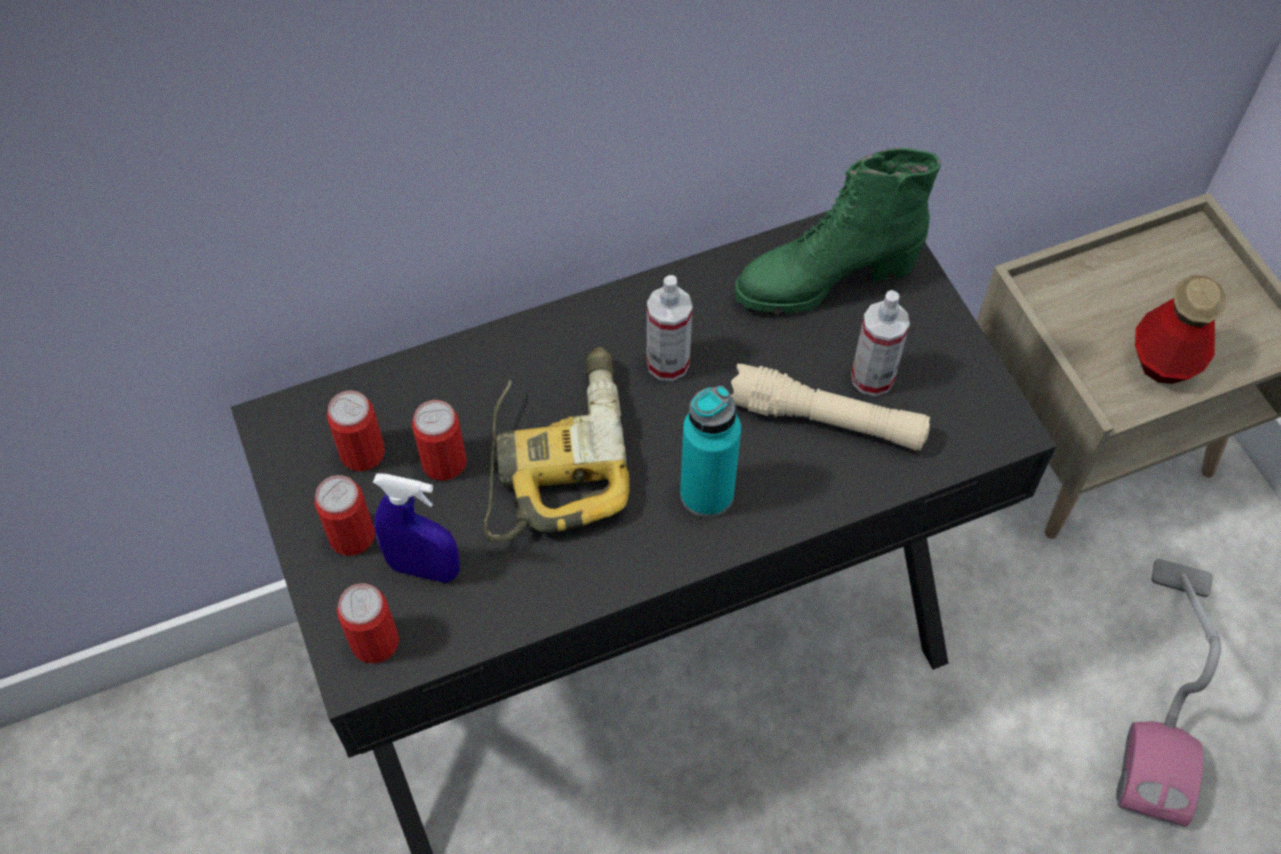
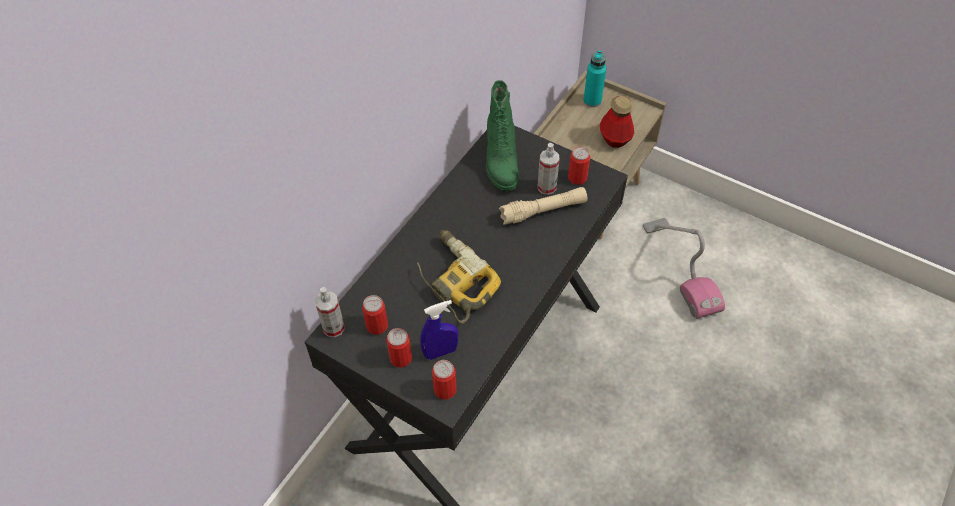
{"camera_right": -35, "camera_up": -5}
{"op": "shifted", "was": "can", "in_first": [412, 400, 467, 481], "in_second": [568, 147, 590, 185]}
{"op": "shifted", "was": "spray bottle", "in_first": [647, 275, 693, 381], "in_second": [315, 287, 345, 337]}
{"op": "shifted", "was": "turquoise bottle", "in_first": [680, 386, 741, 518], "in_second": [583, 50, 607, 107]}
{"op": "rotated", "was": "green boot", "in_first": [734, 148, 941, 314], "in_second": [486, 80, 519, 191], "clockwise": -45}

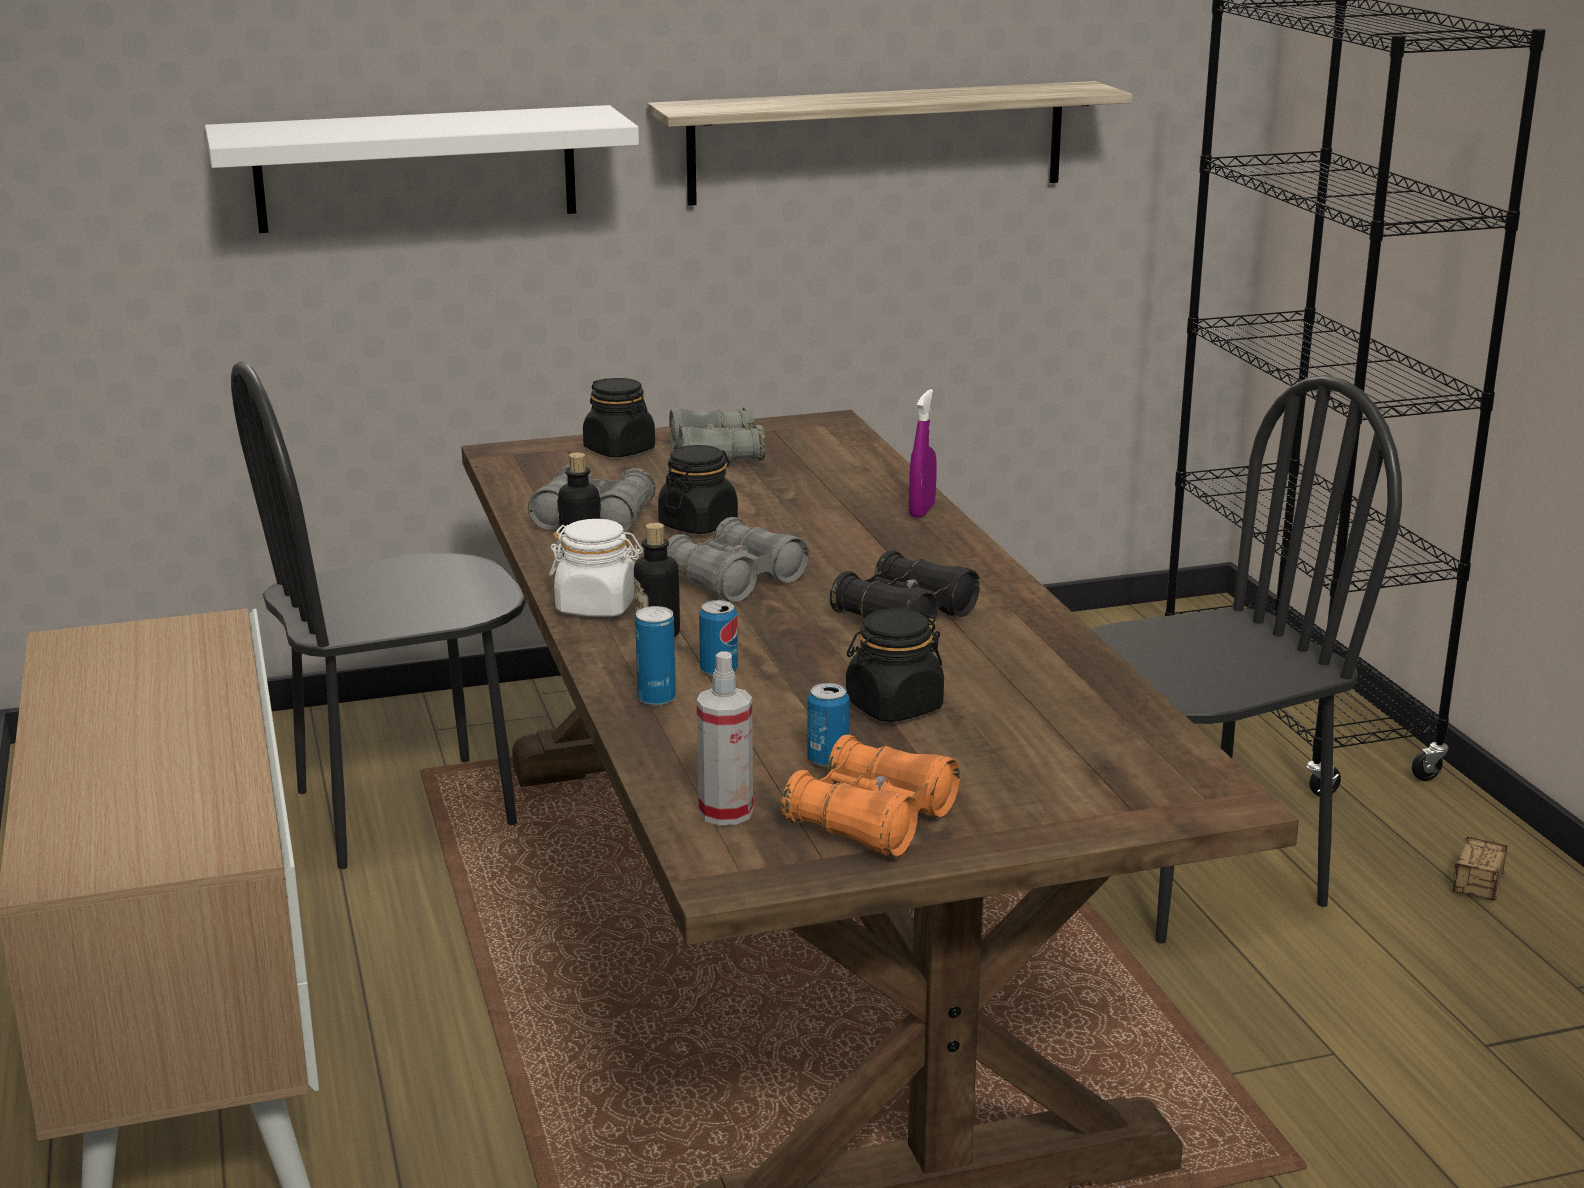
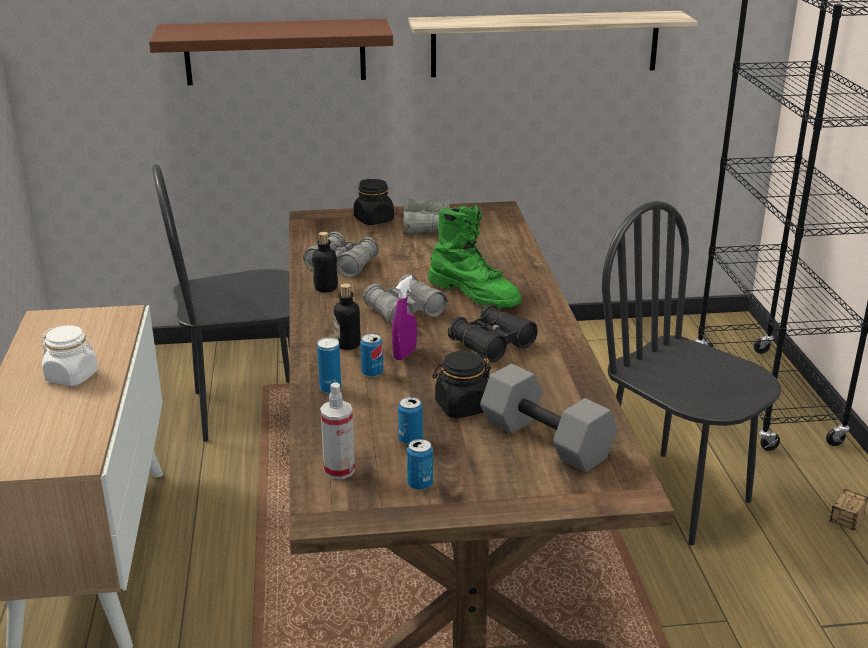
{"camera_right": 10, "camera_up": 5}
{"op": "repainted", "was": "white shelf", "now": "brown shelf", "in_first": [205, 105, 639, 233], "in_second": [149, 19, 393, 85]}
{"op": "shifted", "was": "white jar", "in_first": [549, 519, 643, 617], "in_second": [42, 325, 98, 386]}
{"op": "gone", "was": "black jar", "in_first": [658, 445, 738, 534]}
{"op": "swapped", "was": "orange binoculars", "now": "can", "in_first": [782, 735, 960, 857], "in_second": [407, 439, 433, 490]}
{"op": "shifted", "was": "purple spray bottle", "in_first": [909, 389, 937, 518], "in_second": [392, 276, 417, 360]}
{"op": "rotated", "was": "black chair", "in_first": [1091, 375, 1402, 943], "in_second": [602, 201, 781, 545], "clockwise": -120}
{"op": "new", "now": "green boot", "in_second": [428, 205, 521, 308]}
{"op": "new", "now": "grey dumbbell", "in_second": [480, 364, 618, 473]}

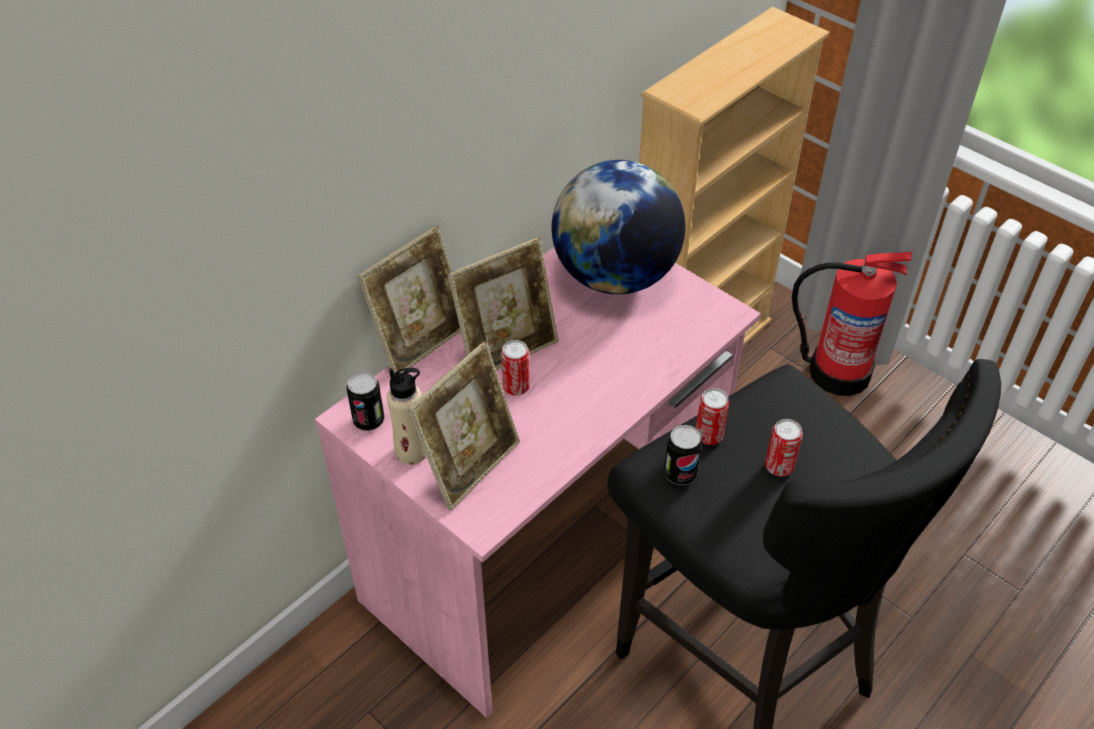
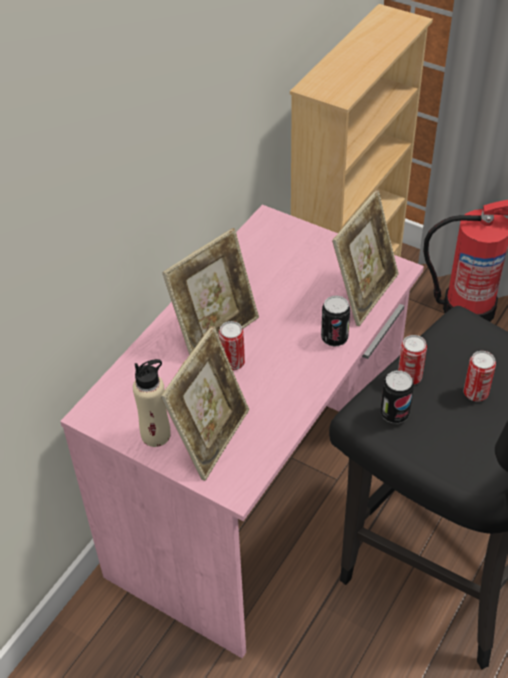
{"camera_right": -10, "camera_up": 0}
{"op": "shifted", "was": "can", "in_first": [346, 372, 385, 431], "in_second": [321, 296, 350, 346]}
{"op": "shifted", "was": "picture frame", "in_first": [357, 226, 461, 373], "in_second": [332, 190, 399, 326]}
{"op": "gone", "was": "globe", "in_first": [552, 160, 686, 294]}

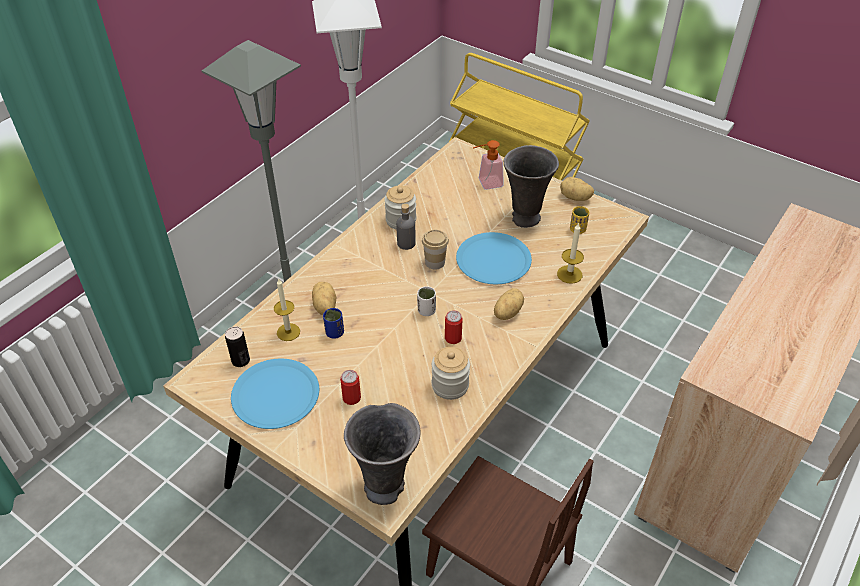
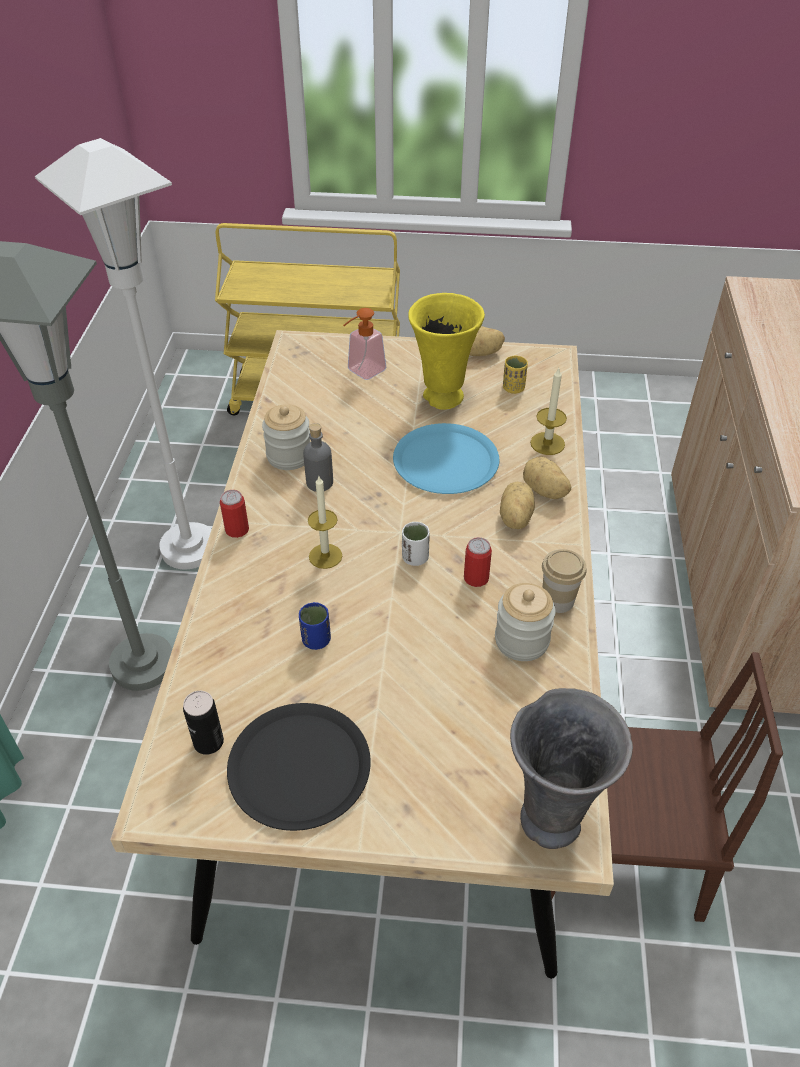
{"camera_right": -30, "camera_up": 0}
{"op": "repainted", "was": "blue plate", "now": "black plate", "in_first": [231, 359, 319, 429], "in_second": [227, 703, 371, 831]}
{"op": "shifted", "was": "candle", "in_first": [274, 279, 300, 341], "in_second": [308, 476, 342, 569]}
{"op": "shifted", "was": "potato", "in_first": [312, 282, 336, 315], "in_second": [523, 457, 571, 499]}
{"op": "shifted", "was": "can", "in_first": [340, 370, 361, 405], "in_second": [220, 490, 249, 538]}
{"op": "shifted", "was": "cup", "in_first": [422, 230, 449, 270], "in_second": [542, 549, 587, 613]}
{"op": "repainted", "was": "grey vase", "now": "yellow vase", "in_first": [504, 145, 559, 228], "in_second": [408, 293, 485, 409]}

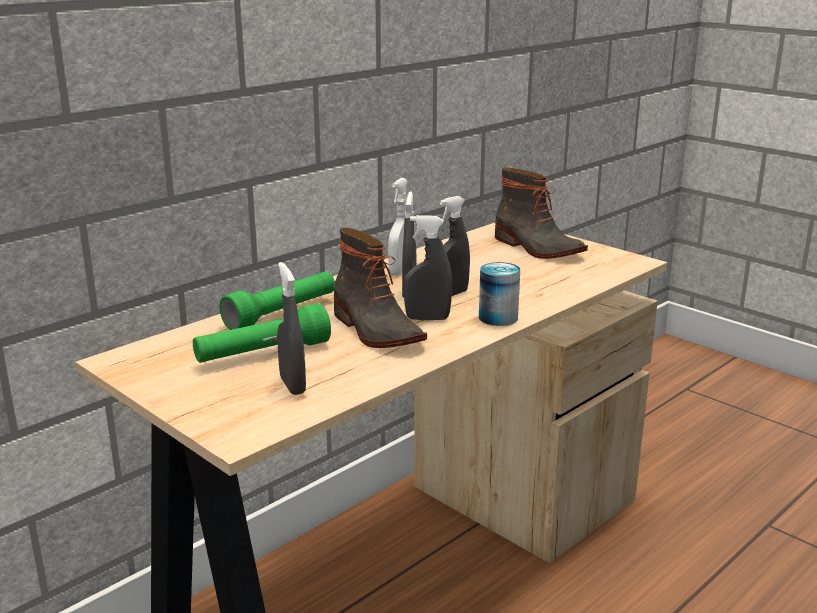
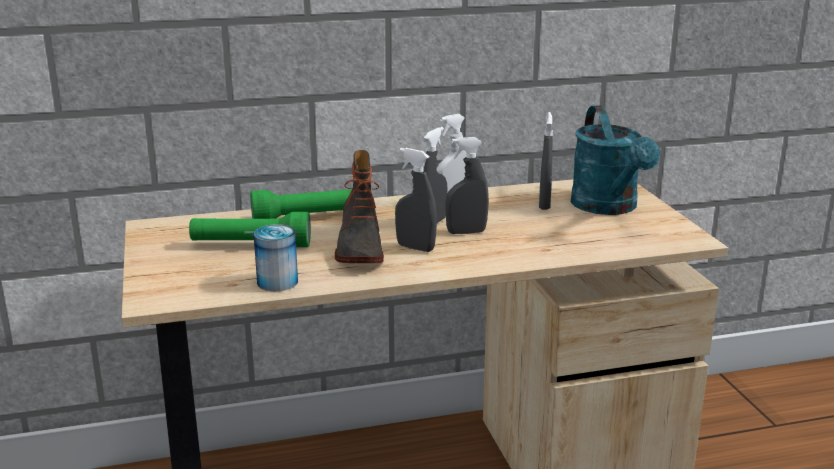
{"camera_right": 30, "camera_up": 0}
{"op": "shifted", "was": "grey spray bottle", "in_first": [277, 262, 306, 395], "in_second": [539, 112, 553, 210]}
{"op": "shifted", "was": "can", "in_first": [479, 262, 520, 326], "in_second": [254, 224, 298, 291]}
{"op": "swapped", "was": "boot", "now": "turquoise watering can", "in_first": [495, 168, 588, 259], "in_second": [571, 105, 660, 215]}

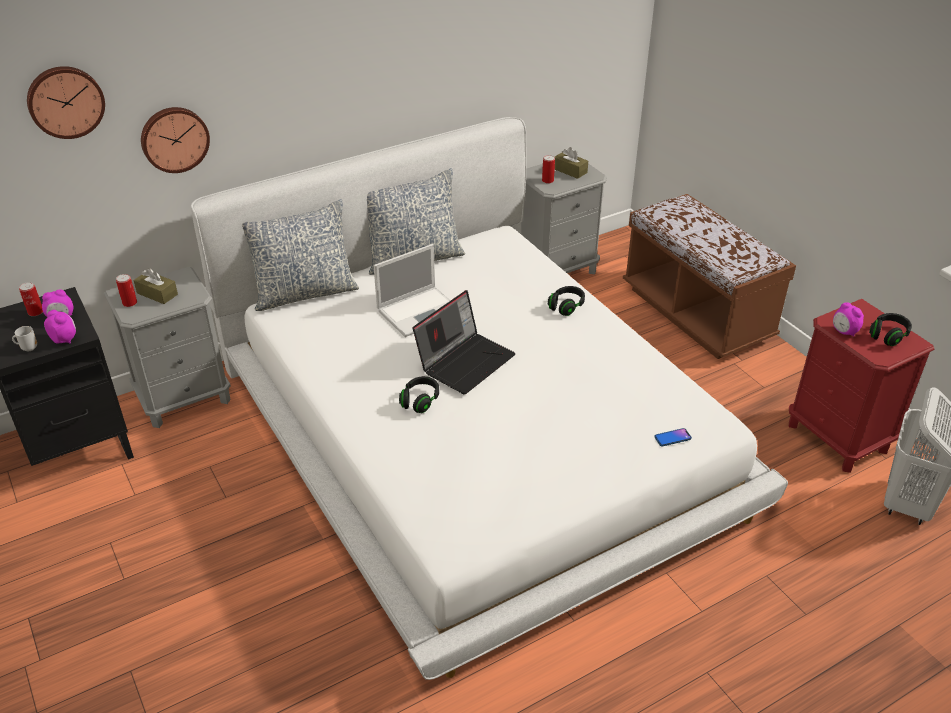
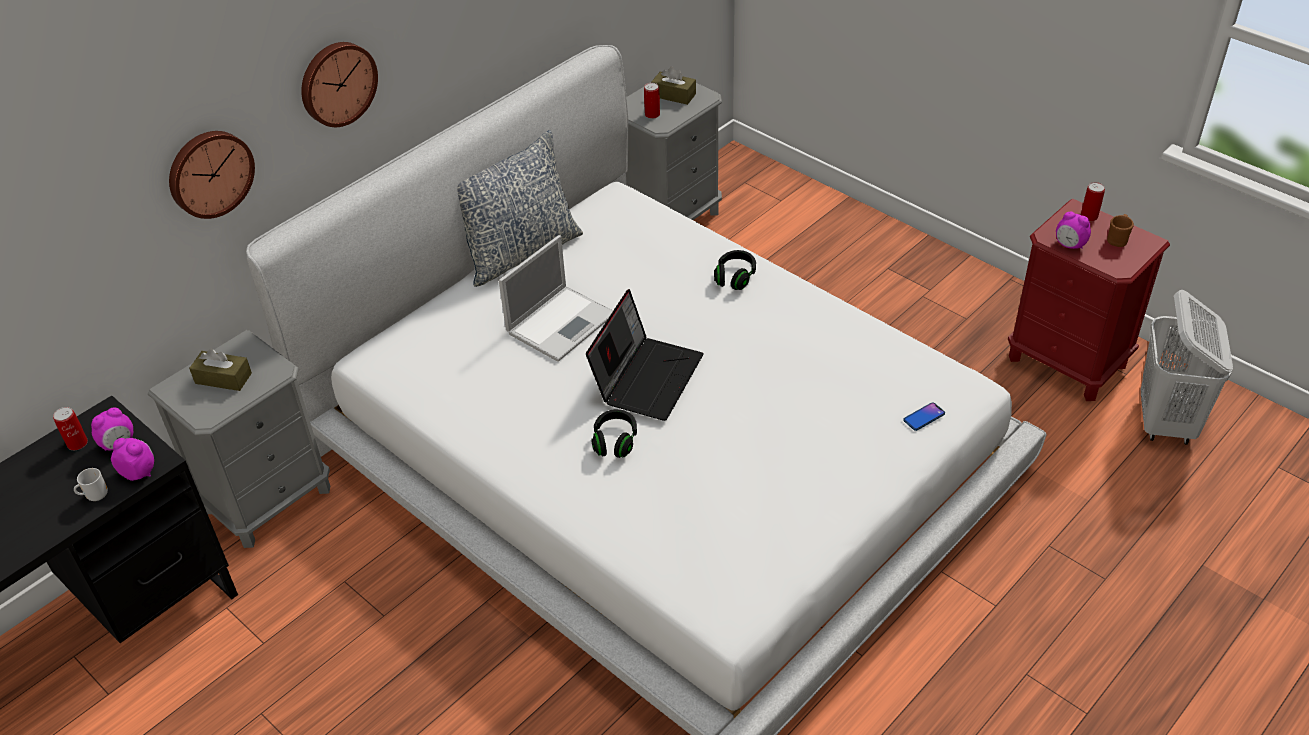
{"camera_right": -15, "camera_up": 5}
{"op": "shifted", "was": "wall clock", "in_first": [27, 66, 105, 139], "in_second": [301, 42, 378, 127]}
{"op": "shifted", "was": "can", "in_first": [116, 274, 137, 307], "in_second": [1081, 182, 1105, 221]}
{"op": "gone", "was": "pillow", "in_first": [242, 199, 359, 311]}
{"op": "gone", "was": "brown bench", "in_first": [623, 194, 796, 359]}
{"op": "swapped", "was": "black headphones", "now": "brown mug", "in_first": [869, 313, 912, 346], "in_second": [1107, 214, 1134, 247]}

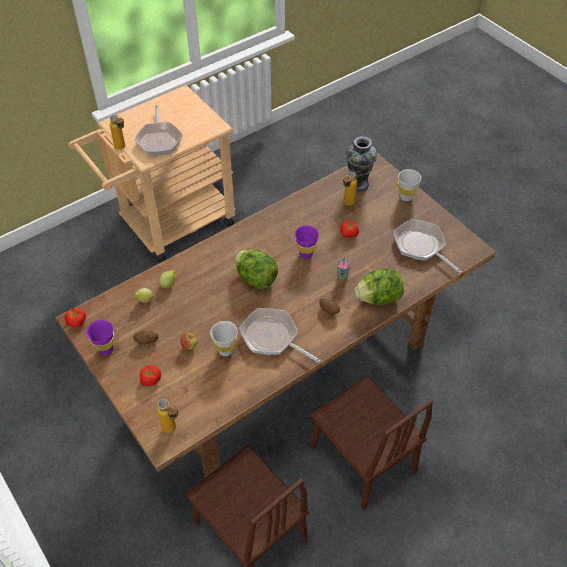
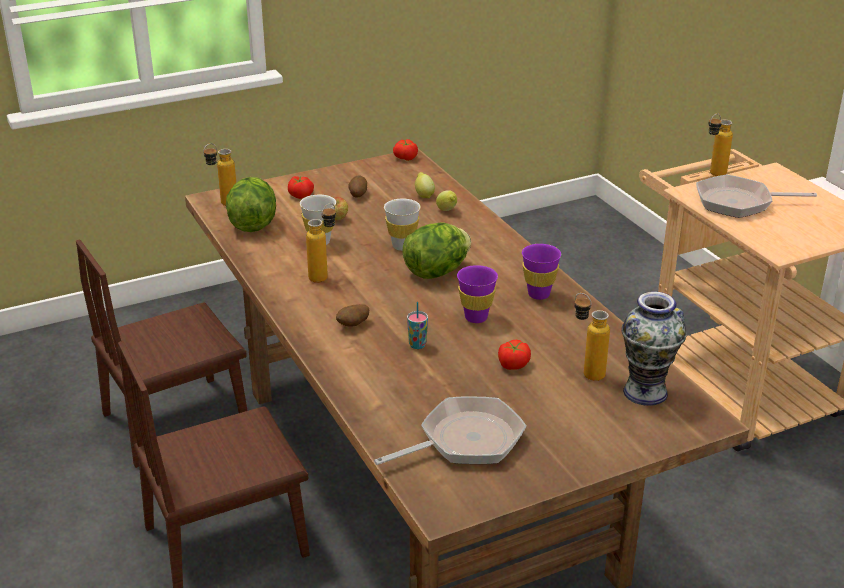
{"camera_right": 100, "camera_up": -20}
{"op": "shifted", "was": "purple cup", "in_first": [86, 320, 114, 355], "in_second": [522, 244, 561, 300]}
{"op": "swapped", "was": "frying pan", "now": "bottle", "in_first": [239, 308, 321, 363], "in_second": [306, 203, 336, 283]}
{"op": "shifted", "was": "lettuce", "in_first": [354, 268, 404, 305], "in_second": [226, 177, 276, 232]}
{"op": "shifted", "was": "white cup", "in_first": [398, 169, 421, 201], "in_second": [384, 199, 421, 251]}

